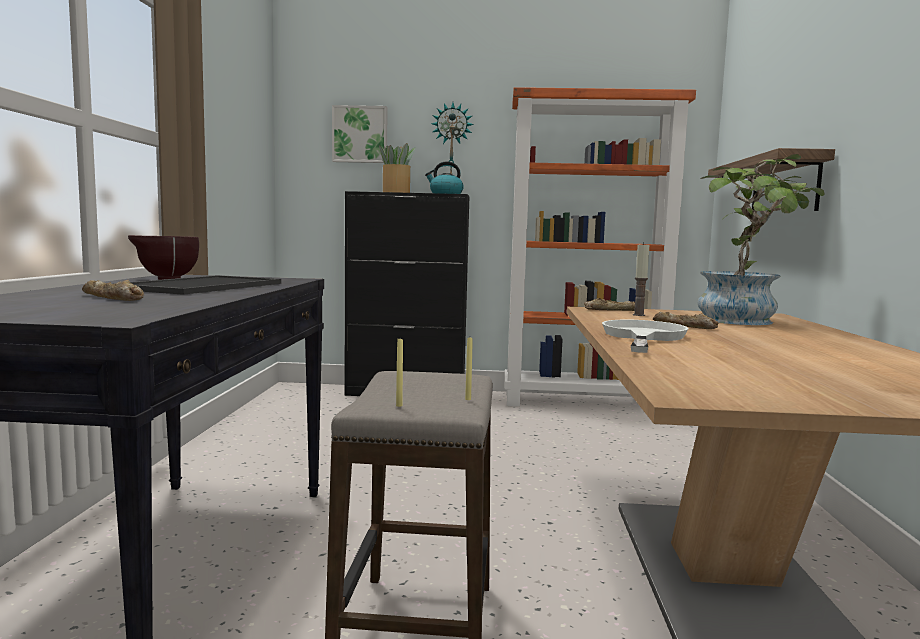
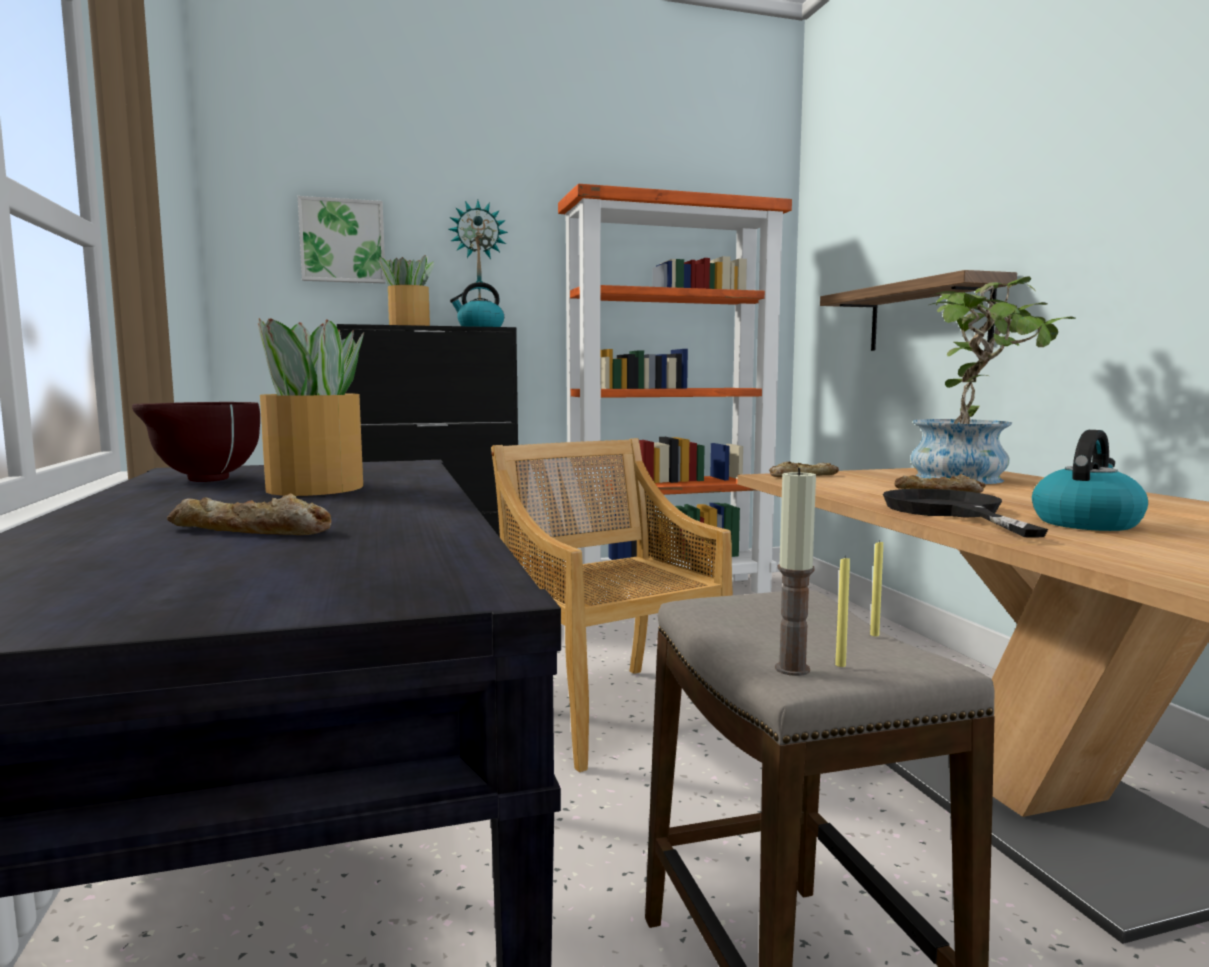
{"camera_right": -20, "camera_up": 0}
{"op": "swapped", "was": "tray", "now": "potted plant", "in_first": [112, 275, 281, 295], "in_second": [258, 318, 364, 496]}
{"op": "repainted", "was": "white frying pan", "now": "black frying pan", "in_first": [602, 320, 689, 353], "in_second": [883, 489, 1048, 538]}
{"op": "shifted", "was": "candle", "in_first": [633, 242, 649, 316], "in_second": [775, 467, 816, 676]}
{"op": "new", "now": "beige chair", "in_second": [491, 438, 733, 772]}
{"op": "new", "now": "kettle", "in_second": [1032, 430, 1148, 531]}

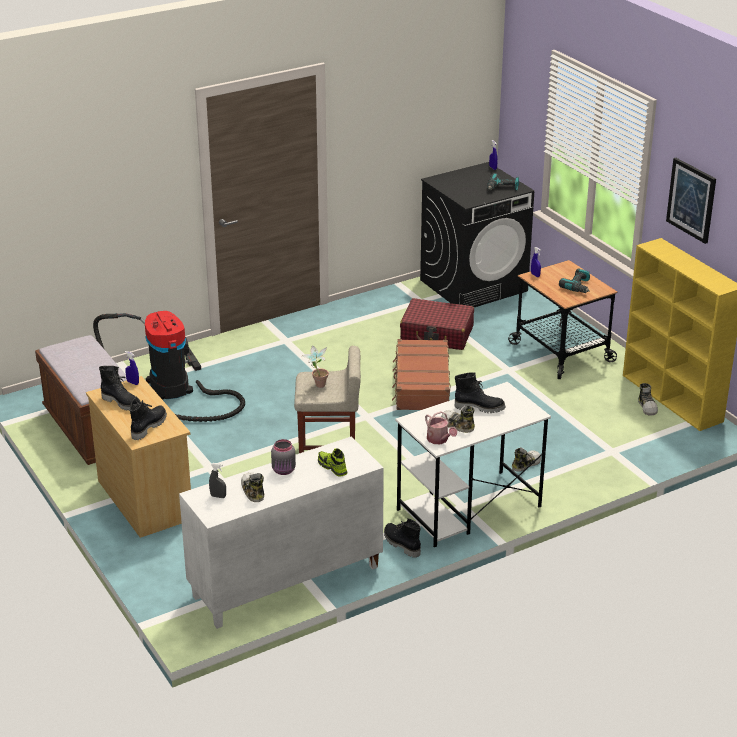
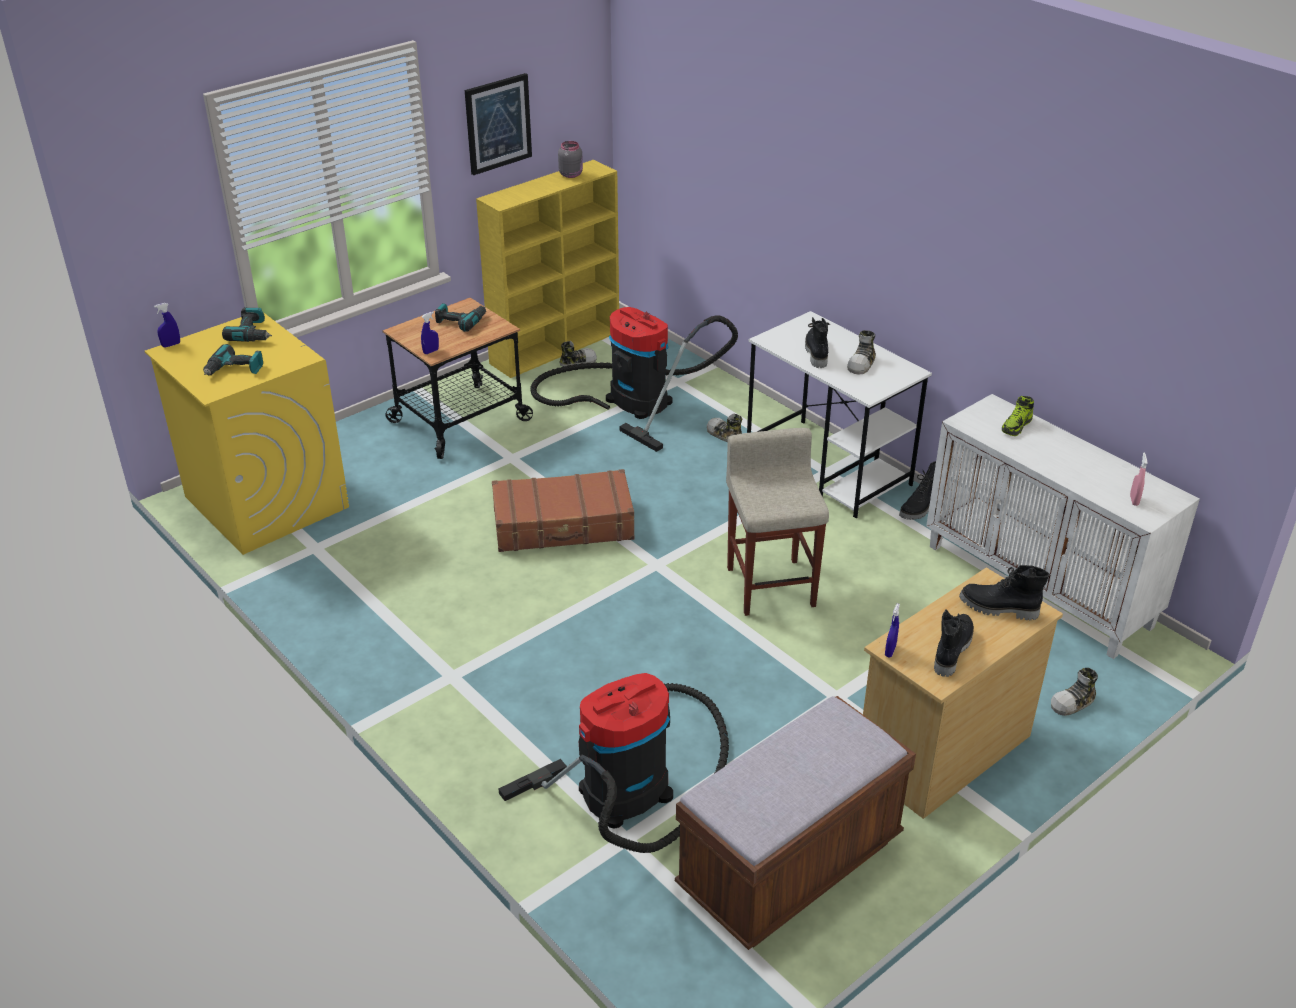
{"camera_right": -100, "camera_up": 5}
{"op": "repainted", "was": "grey spray bottle", "now": "pink spray bottle", "in_first": [209, 463, 226, 498], "in_second": [1130, 452, 1148, 506]}
{"op": "shifted", "was": "shoe", "in_first": [241, 472, 264, 502], "in_second": [1051, 668, 1098, 716]}
{"op": "shifted", "was": "grey jar", "in_first": [271, 439, 296, 475], "in_second": [558, 141, 583, 178]}
{"op": "gone", "was": "potted plant", "in_first": [302, 345, 329, 388]}
{"op": "gone", "was": "red suitcase", "in_first": [400, 298, 474, 350]}
{"op": "repainted", "was": "black washing machine", "now": "yellow washing machine", "in_first": [420, 162, 534, 307], "in_second": [145, 312, 349, 555]}
{"op": "gone", "was": "watering can", "in_first": [425, 411, 457, 444]}
{"op": "new", "now": "power drill", "in_second": [203, 344, 263, 375]}
{"op": "new", "now": "vacuum cleaner", "in_second": [530, 307, 738, 452]}

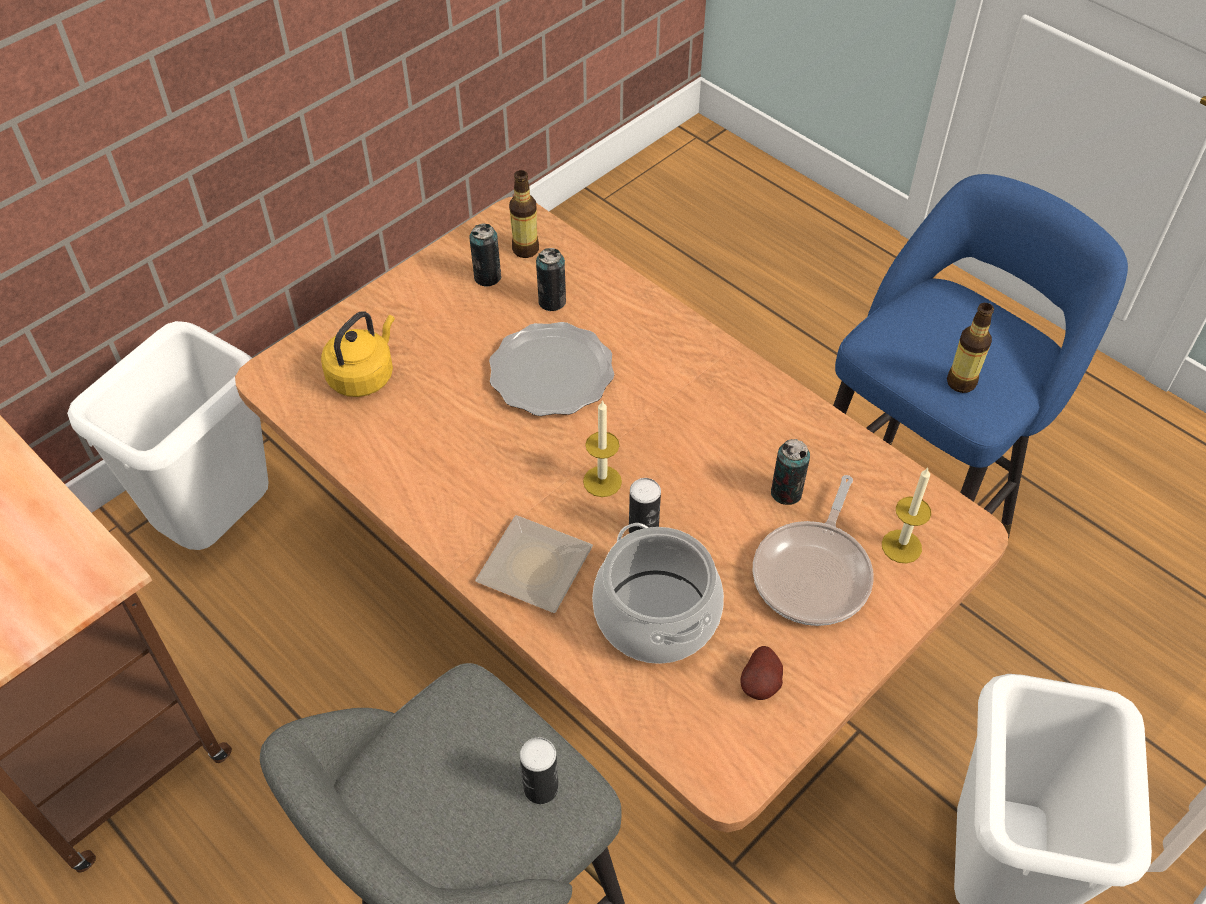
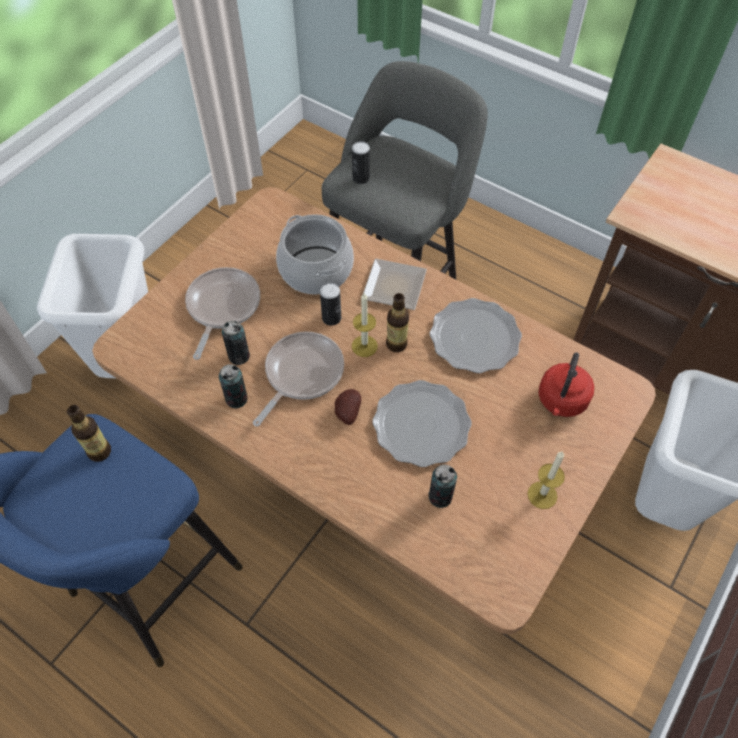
{"camera_right": 170, "camera_up": 5}
{"op": "repainted", "was": "yellow kettle", "now": "red kettle", "in_first": [321, 311, 395, 397], "in_second": [538, 352, 594, 417]}
{"op": "shifted", "was": "can", "in_first": [469, 223, 501, 287], "in_second": [219, 364, 248, 409]}
{"op": "shifted", "was": "bottle", "in_first": [509, 170, 539, 258], "in_second": [386, 293, 409, 352]}
{"op": "shifted", "was": "potato", "in_first": [740, 646, 783, 700], "in_second": [335, 389, 361, 425]}
{"op": "shifted", "was": "candle", "in_first": [882, 467, 931, 564], "in_second": [527, 451, 565, 509]}
{"op": "new", "now": "frying pan", "in_second": [253, 332, 344, 427]}
{"op": "new", "now": "plate", "in_second": [430, 298, 522, 373]}

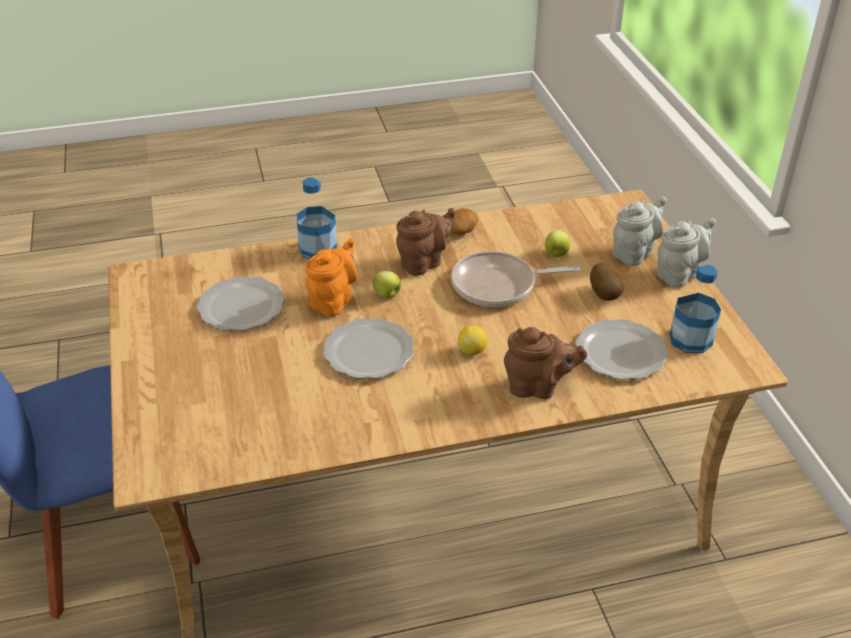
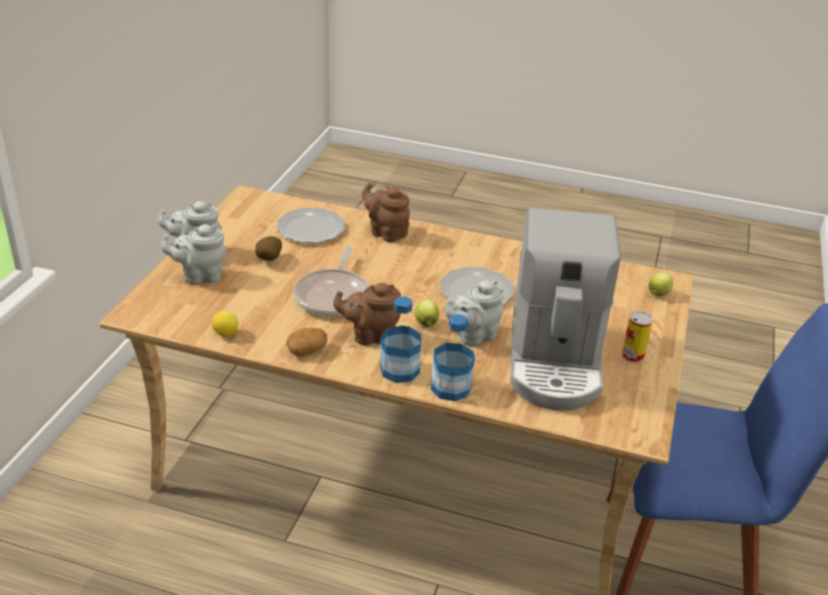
{"camera_right": -150, "camera_up": -5}
{"op": "swapped", "was": "plate", "now": "coffee machine", "in_first": [197, 276, 285, 331], "in_second": [510, 208, 621, 411]}
{"op": "repainted", "was": "orange teapot", "now": "grey teapot", "in_first": [306, 238, 358, 317], "in_second": [445, 280, 505, 346]}
{"op": "rotated", "was": "frying pan", "in_first": [451, 251, 580, 307], "in_second": [294, 247, 369, 316], "clockwise": 75}
{"op": "shifted", "was": "lemon", "in_first": [458, 326, 487, 355], "in_second": [212, 310, 239, 336]}
{"op": "shifted", "was": "apple", "in_first": [545, 230, 570, 257], "in_second": [648, 273, 673, 296]}
{"op": "shifted", "was": "bottle", "in_first": [670, 264, 721, 353], "in_second": [380, 296, 421, 383]}
{"op": "new", "now": "can", "in_second": [622, 311, 653, 363]}

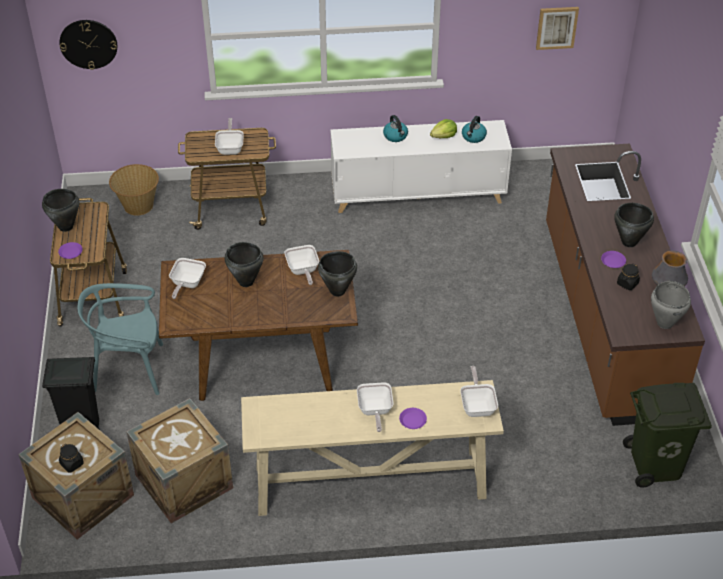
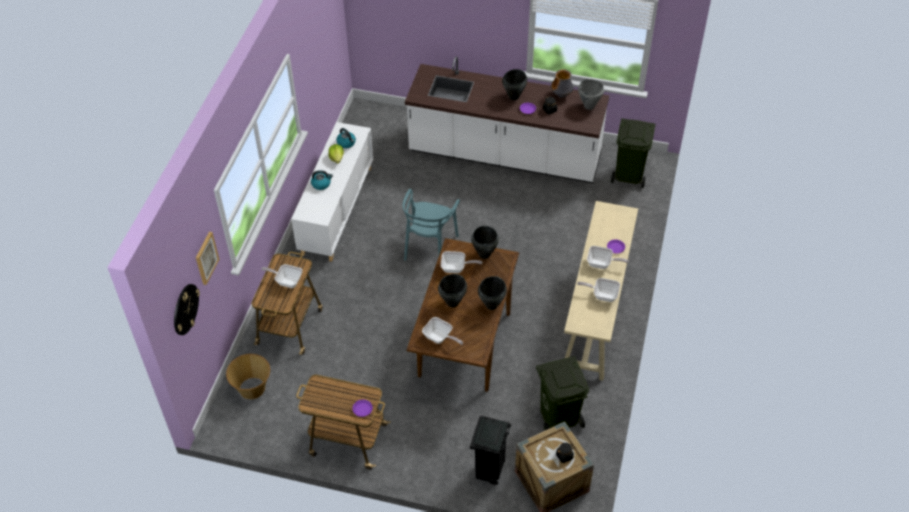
{"camera_right": -70, "camera_up": 5}
{"op": "shifted", "was": "black cooking pot", "in_first": [42, 189, 79, 232], "in_second": [478, 276, 507, 310]}
{"op": "shifted", "was": "turquoise chair", "in_first": [78, 283, 163, 395], "in_second": [402, 189, 460, 261]}
{"op": "swapped", "was": "crate", "now": "green trash can", "in_first": [126, 398, 233, 524], "in_second": [536, 356, 589, 430]}
{"op": "shifted", "was": "frying pan", "in_first": [460, 366, 498, 417], "in_second": [577, 278, 620, 302]}
{"op": "shifted", "was": "picture", "in_first": [536, 7, 579, 50], "in_second": [196, 232, 219, 285]}
{"op": "repainted", "was": "brown counter", "now": "white counter", "in_first": [546, 144, 705, 426], "in_second": [405, 57, 609, 183]}

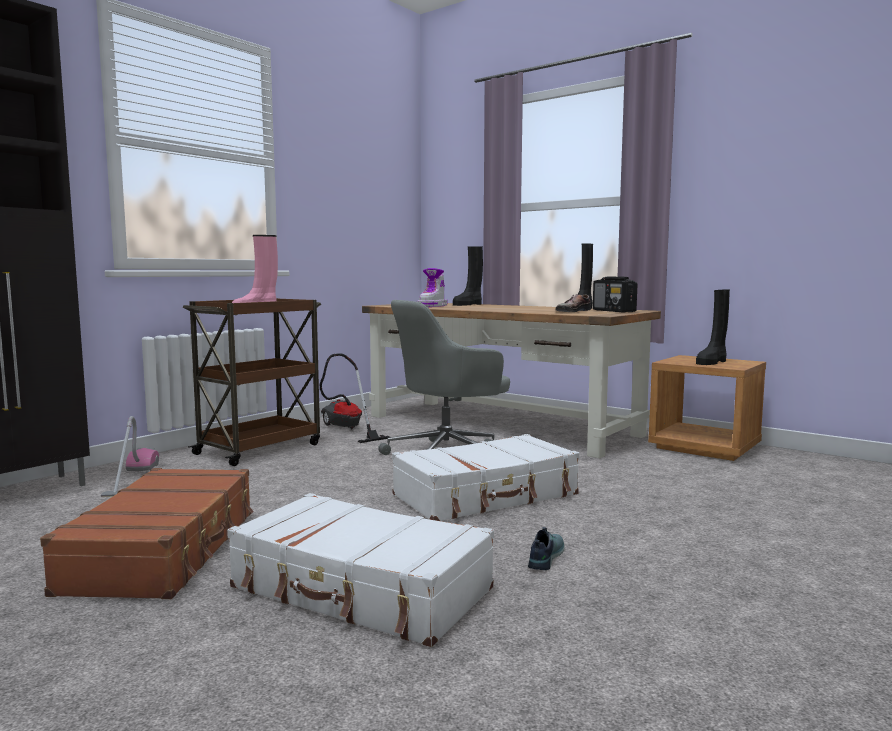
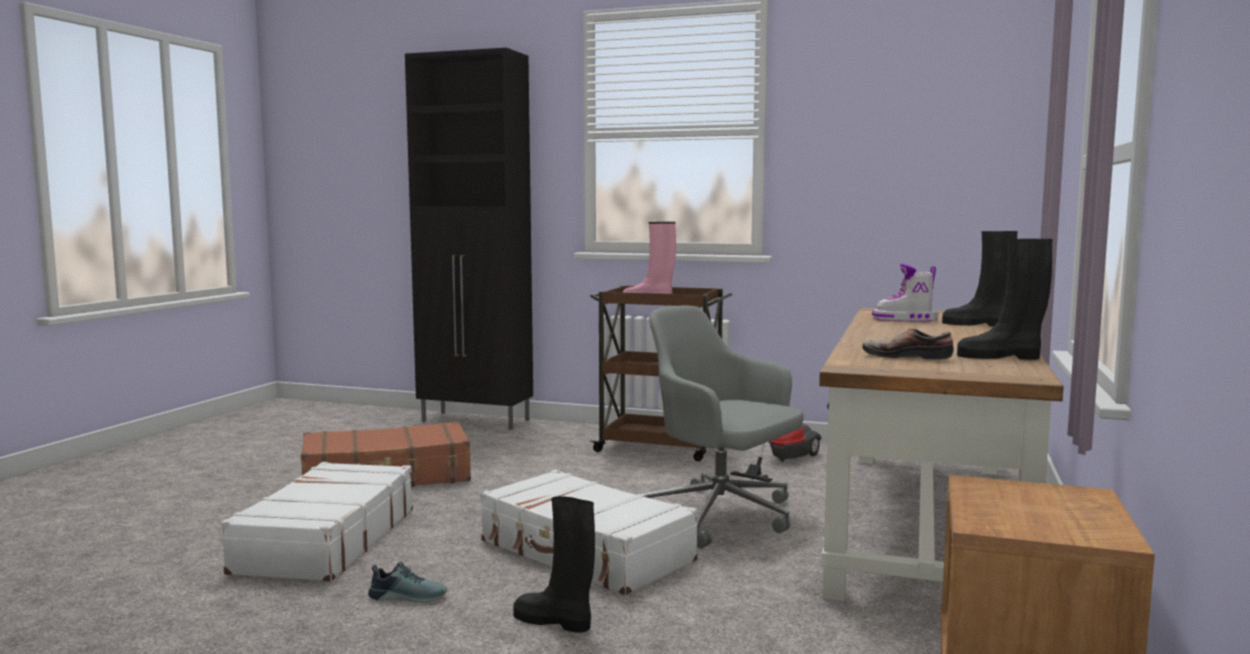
{"camera_right": 70, "camera_up": 0}
{"op": "gone", "was": "vacuum cleaner", "in_first": [101, 416, 159, 497]}
{"op": "gone", "was": "radio", "in_first": [593, 276, 637, 313]}
{"op": "shifted", "was": "black boot", "in_first": [696, 289, 730, 365], "in_second": [513, 496, 595, 633]}

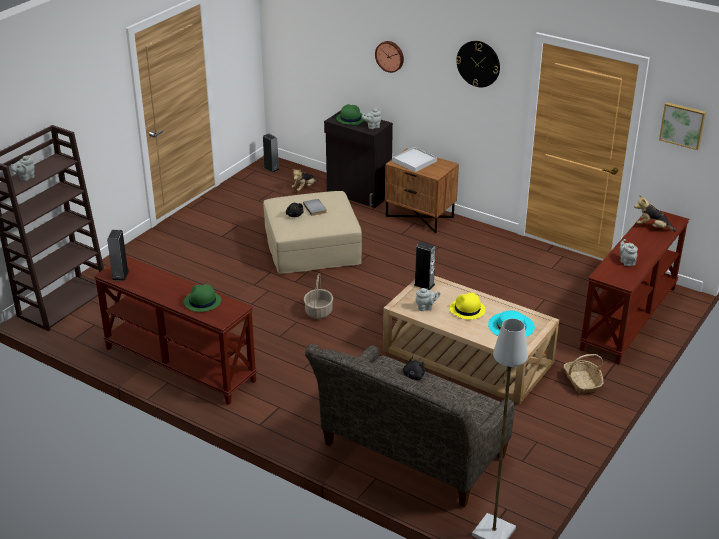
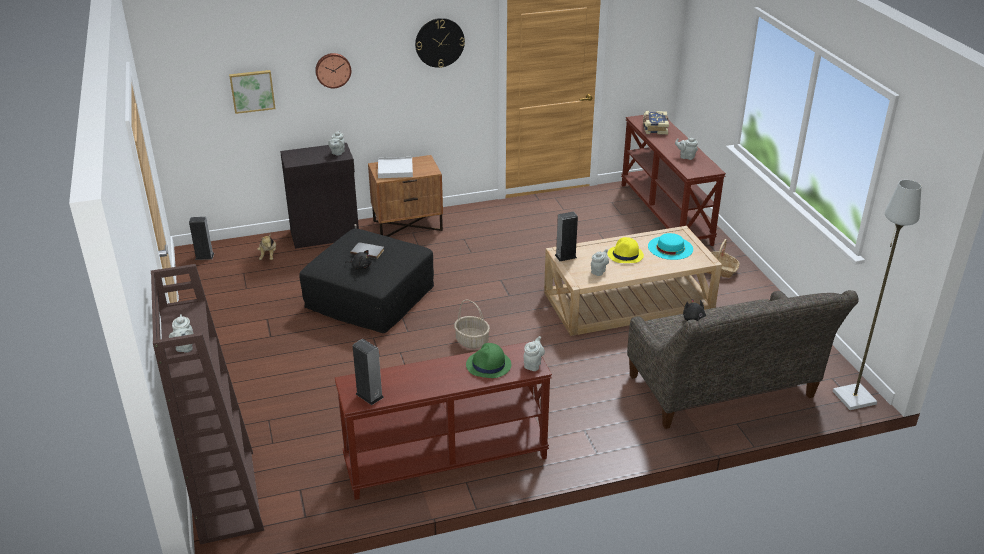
{"camera_right": -50, "camera_up": 0}
{"op": "repainted", "was": "beige ottoman", "now": "black ottoman", "in_first": [263, 191, 362, 274], "in_second": [299, 229, 434, 333]}
{"op": "gone", "was": "green hat", "in_first": [336, 104, 364, 125]}
{"op": "swapped", "was": "plush toy", "now": "book", "in_first": [634, 195, 677, 232], "in_second": [643, 111, 669, 135]}
{"op": "shifted", "was": "picture", "in_first": [659, 102, 706, 150], "in_second": [229, 70, 276, 114]}
{"op": "new", "now": "grey teapot", "in_second": [523, 336, 545, 371]}

